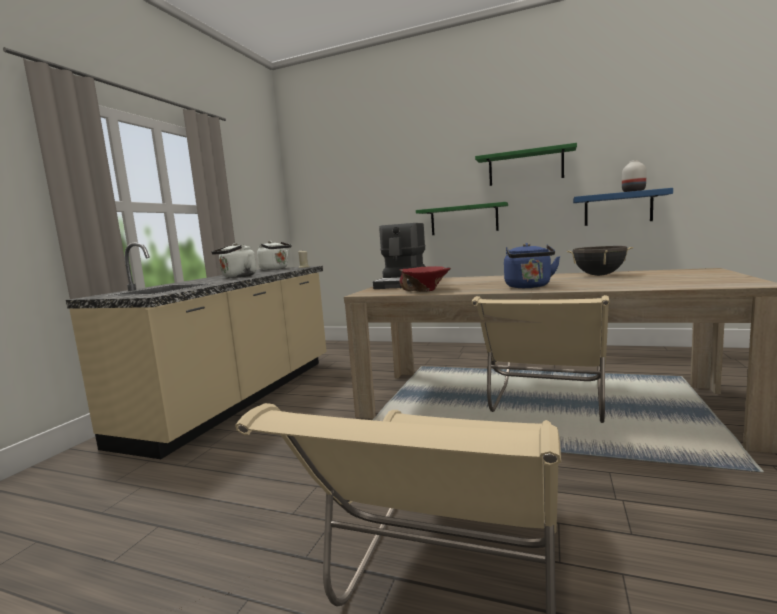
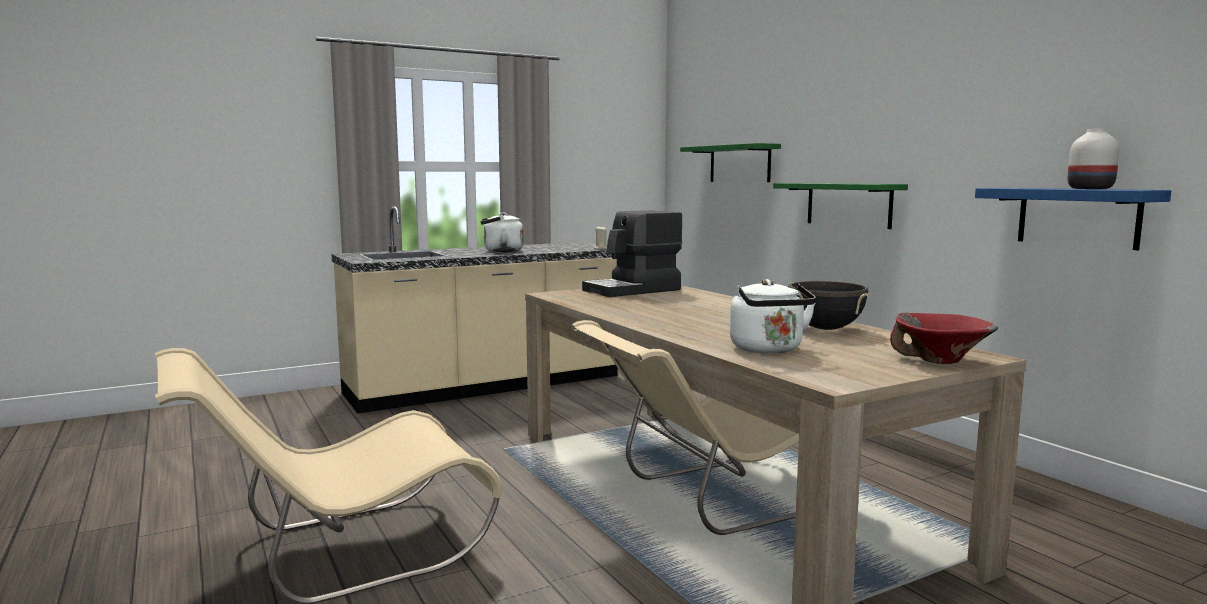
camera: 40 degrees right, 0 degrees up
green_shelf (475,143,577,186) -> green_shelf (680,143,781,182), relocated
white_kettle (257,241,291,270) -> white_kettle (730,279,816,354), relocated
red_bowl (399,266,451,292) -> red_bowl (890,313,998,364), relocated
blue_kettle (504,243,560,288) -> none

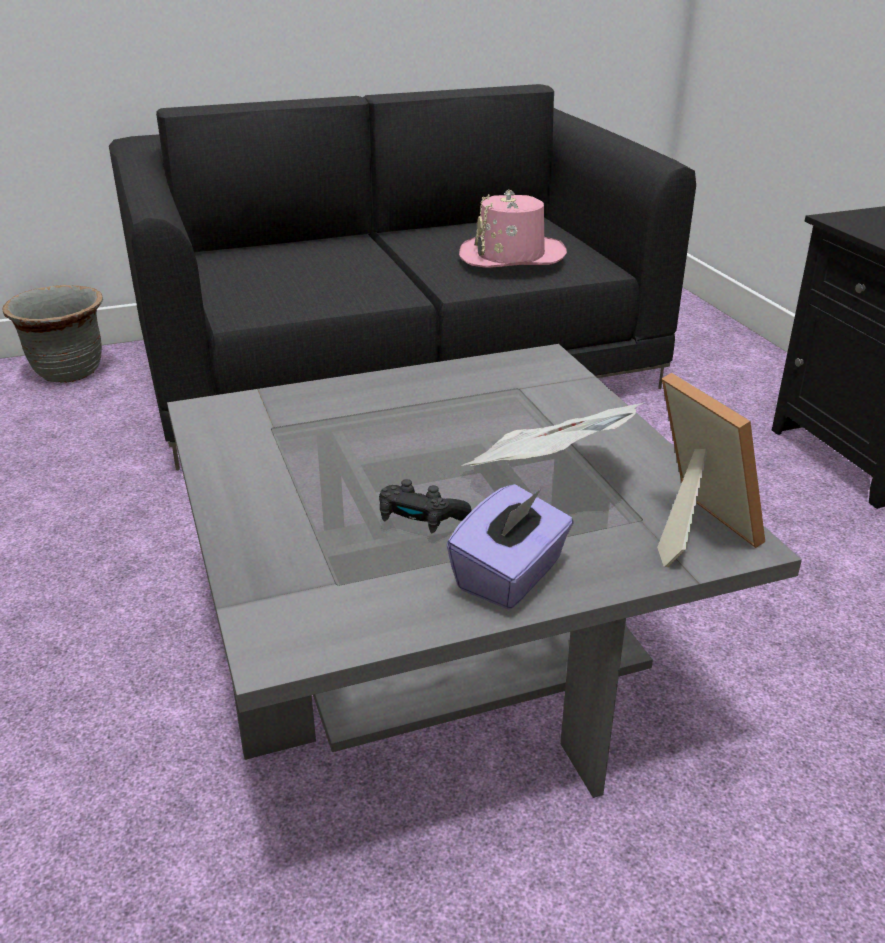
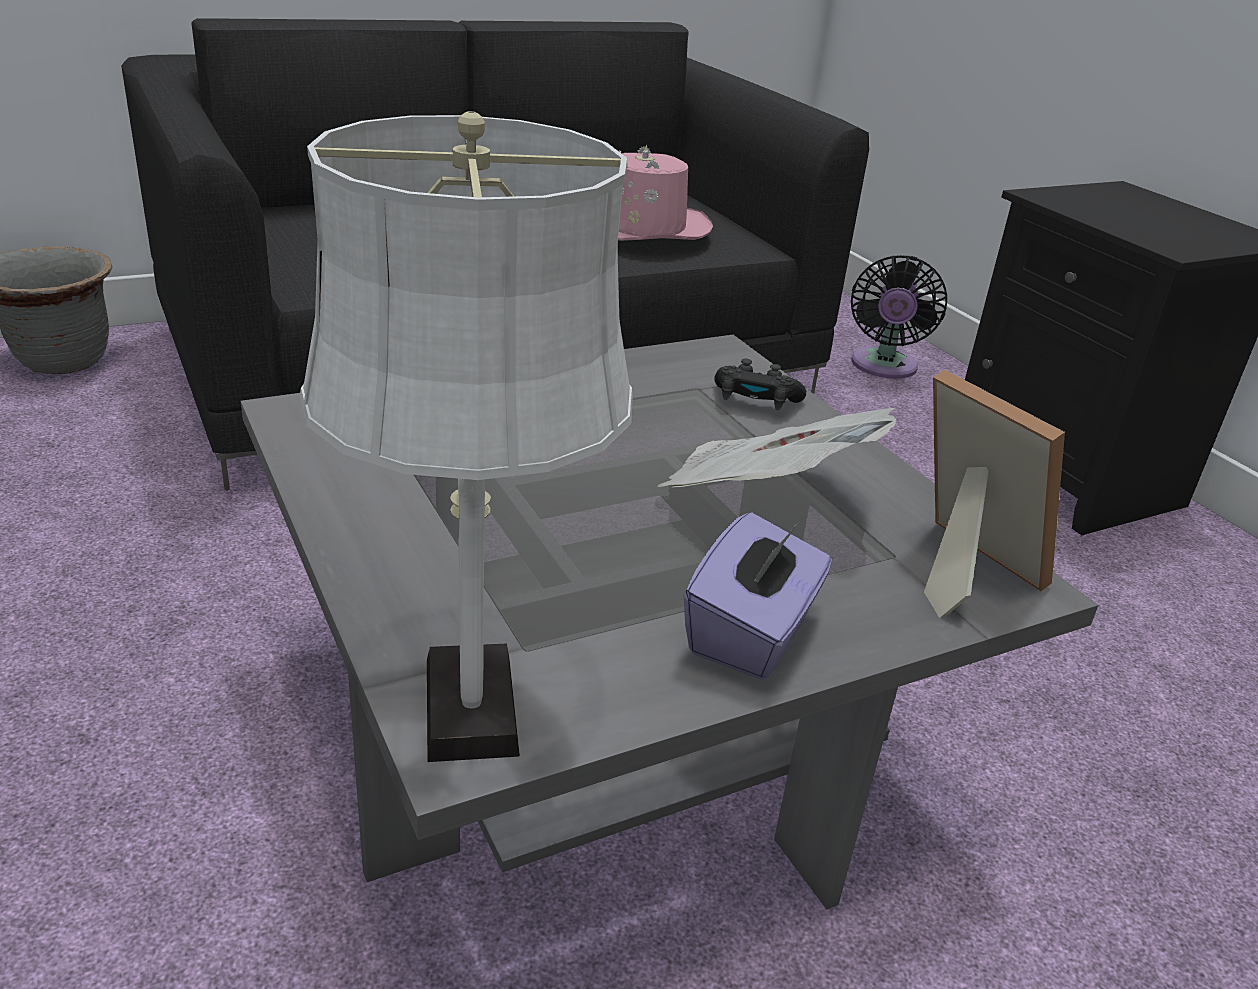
camera: 10 degrees left, 0 degrees up
none -> white_table_lamp (300,111,633,762)
black_game_controller (379,479,472,533) -> black_game_controller (714,358,806,411), relocated
none -> black_fan (851,255,947,379)

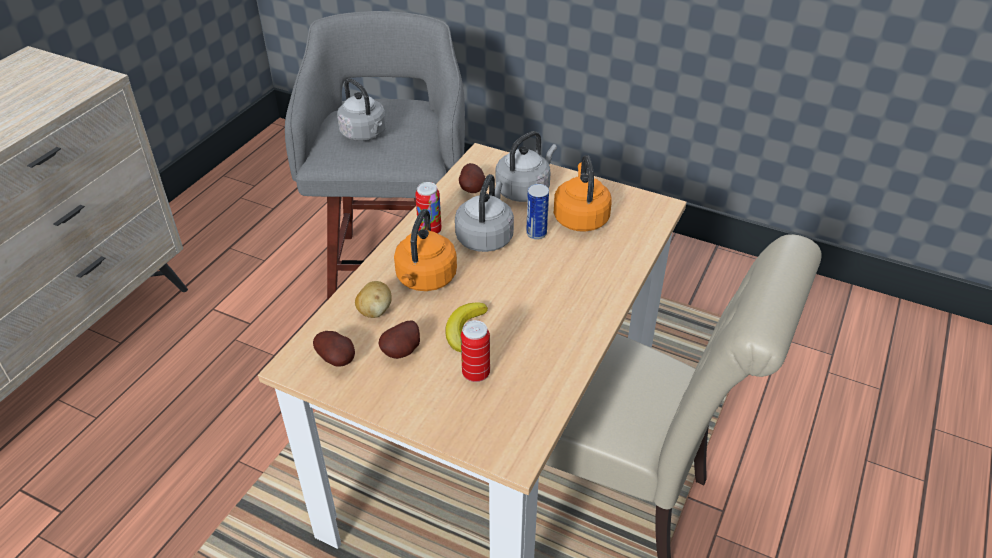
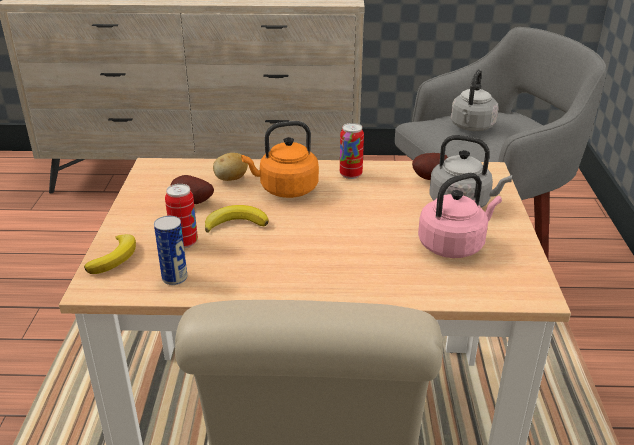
camera: 65 degrees right, 10 degrees down
none -> banana (84,234,136,274)
can (526,184,549,240) -> can (154,216,187,285), relocated
orange_kettle (554,155,612,232) -> pink_kettle (418,173,502,258)
potato (313,331,355,367) -> none
grey_kettle (455,174,514,252) -> none

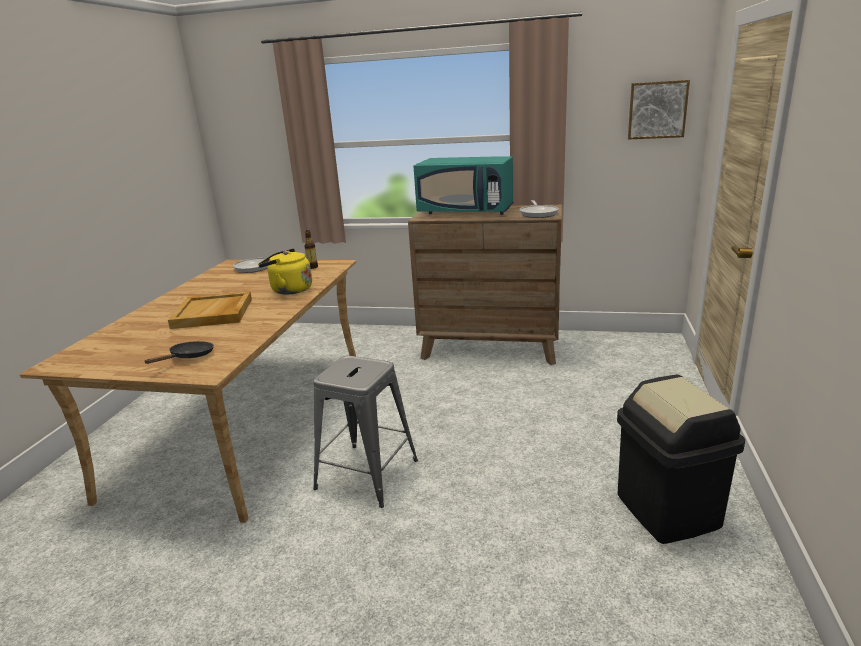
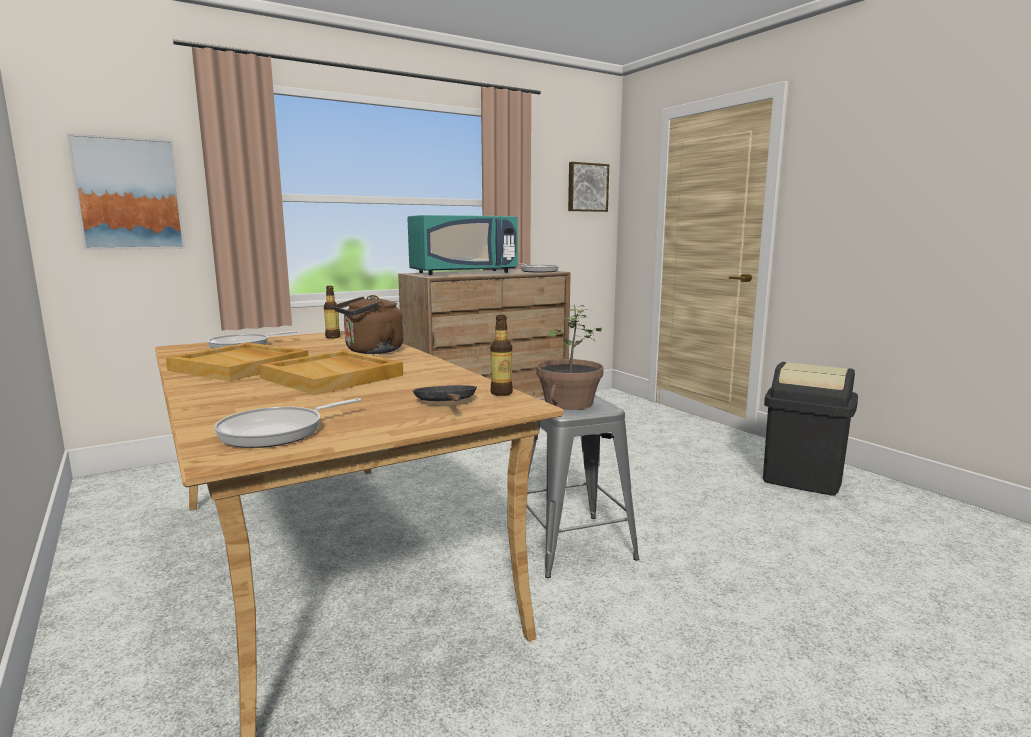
camera: 45 degrees left, 10 degrees down
none -> picture (66,133,185,250)
none -> beige_tray (166,343,308,381)
none -> frying_pan (214,398,362,448)
yellow_kettle (258,248,312,295) -> brown_kettle (334,295,403,354)
none -> bottle (491,315,513,396)
none -> potted_plant (536,304,604,410)

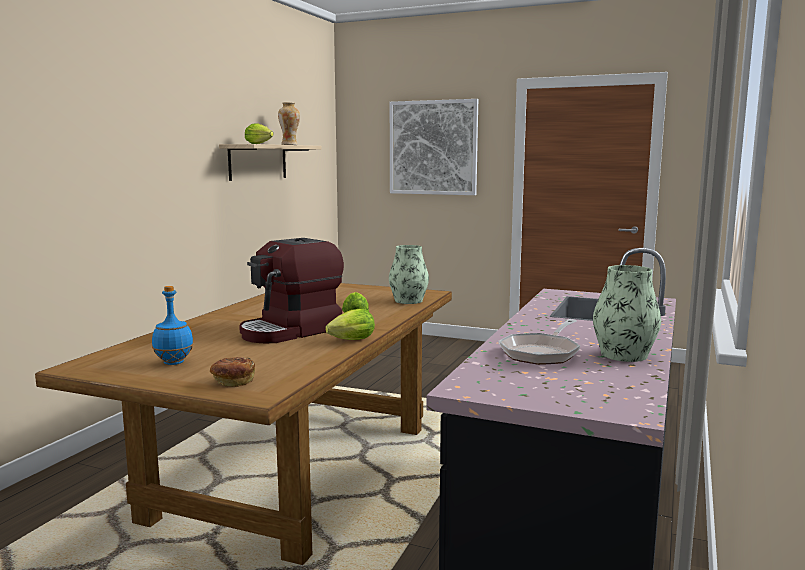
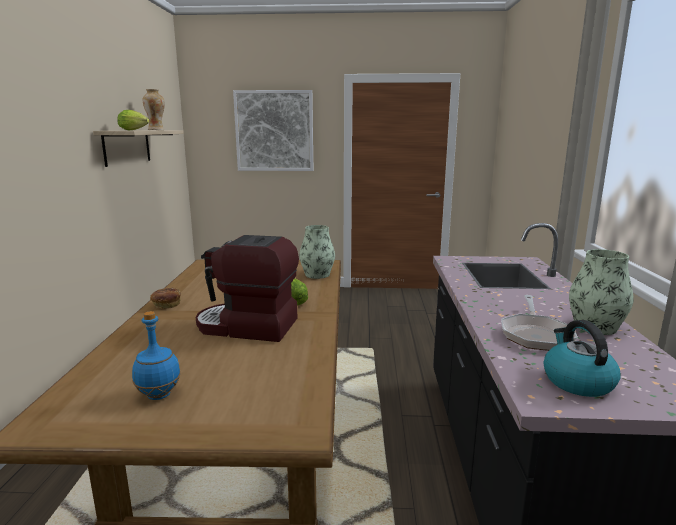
camera: 20 degrees left, 5 degrees up
bread (209,357,255,387) -> bread (150,288,181,309), relocated
coffee_machine (239,238,344,343) -> coffee_machine (196,235,299,342), 75 degrees clockwise
none -> kettle (544,320,621,397)
lettuce (325,309,375,340) -> none

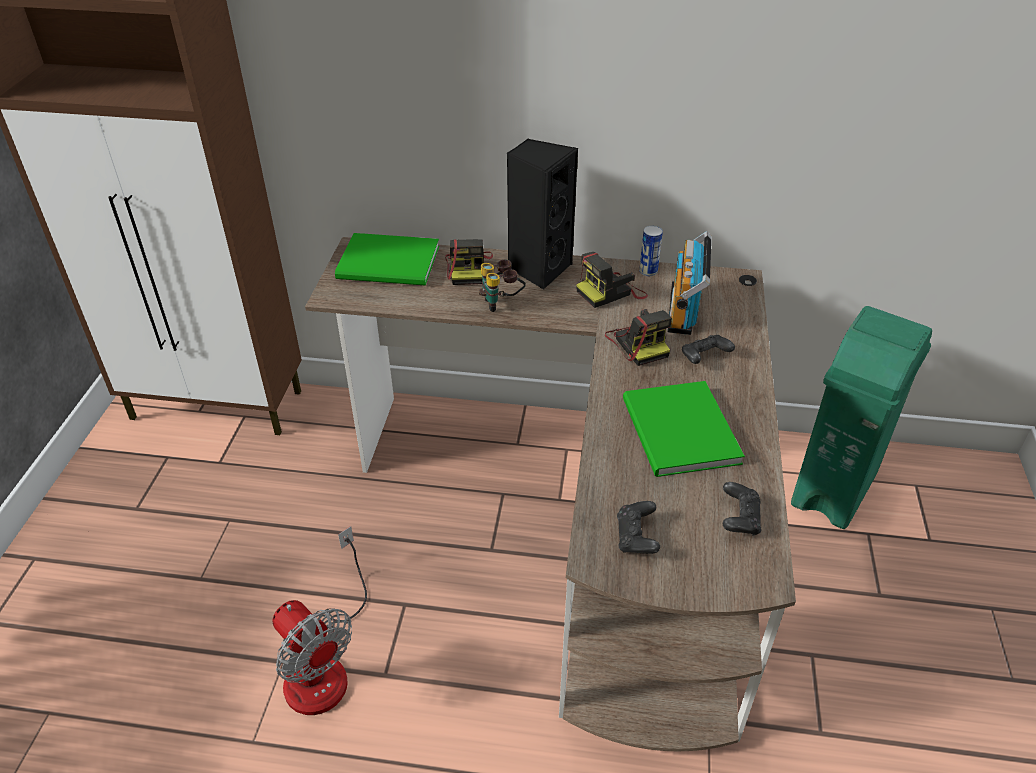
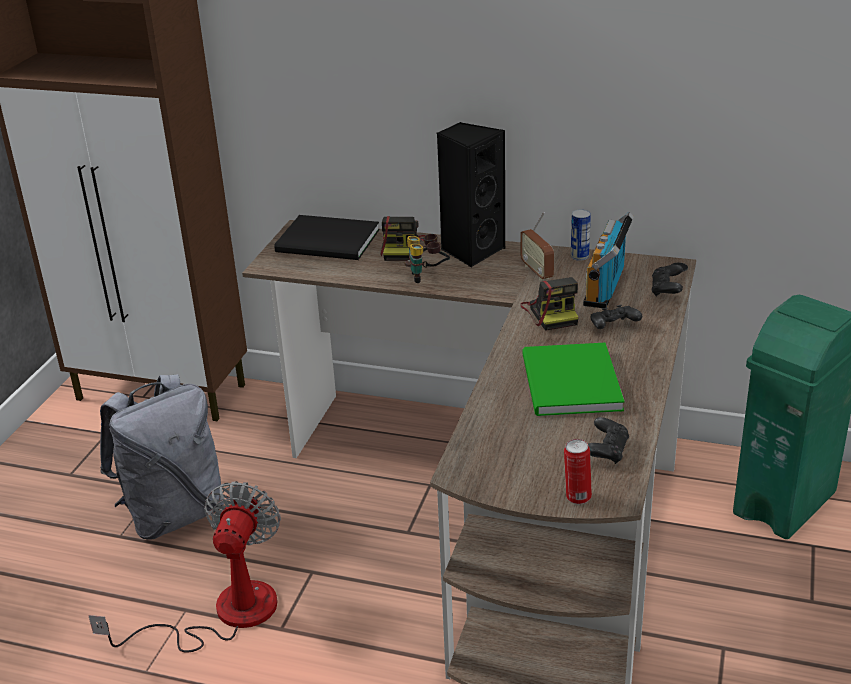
camera: 10 degrees right, 10 degrees down
fan (272,526,367,715) -> fan (88,481,281,653), 135 degrees counterclockwise
none -> grey_backpack (100,374,224,540)
green_book (335,233,439,286) -> black_book (274,215,379,260)
photo_camera (576,252,648,308) -> radio (520,212,554,281)
none -> can (564,439,592,504)
black_game_controller (617,501,660,554) -> black_game_controller (651,265,683,297), relocated

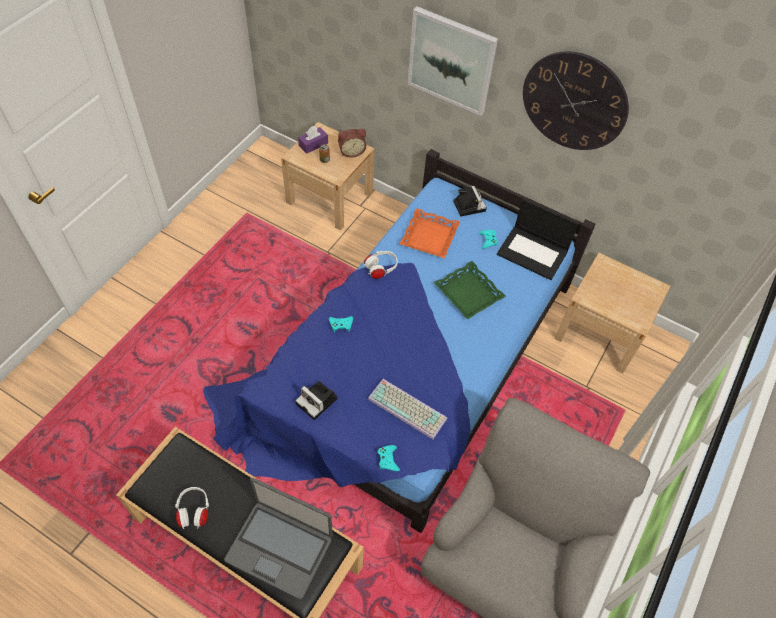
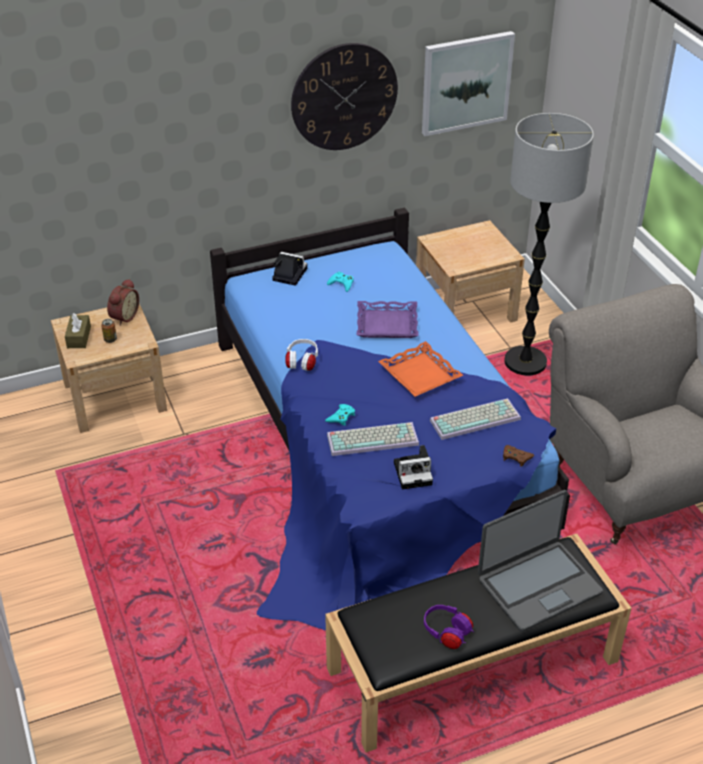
camera: 50 degrees left, 15 degrees down
purple_tissue_box (298,126,328,154) -> brown_tissue_box (65,313,91,348)
none -> keyboard (327,422,419,456)
green_tray (434,261,506,320) -> purple_tray (357,301,419,338)
orange_tray (400,208,460,258) -> orange_tray (378,341,463,397), relocated
picture (408,7,498,116) -> picture (422,31,515,136), relocated
white_headphones (175,487,209,529) -> purple_headphones (424,605,474,649)
turquoise_game_controller (377,445,400,471) -> brown_game_controller (503,445,534,467)
none -> floor_lamp (504,113,594,376)
laptop (497,199,579,280) -> none

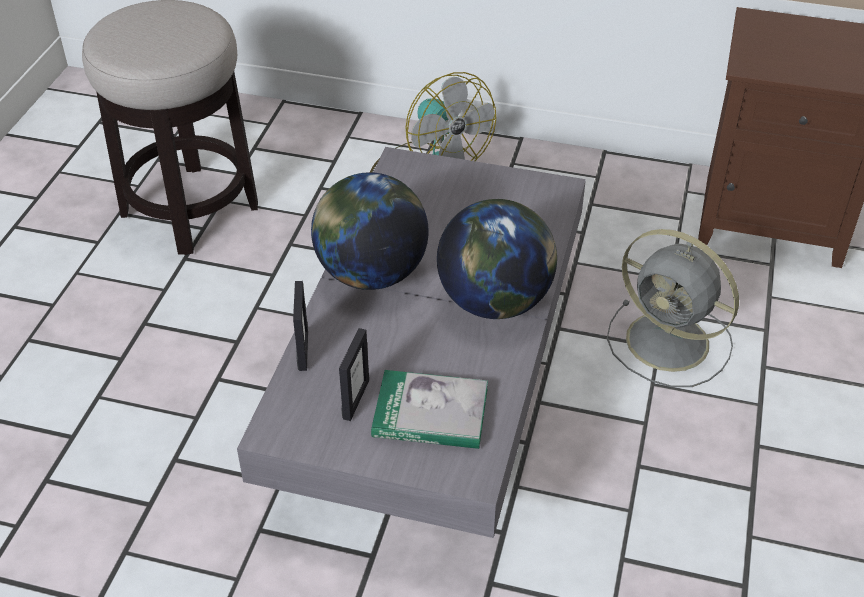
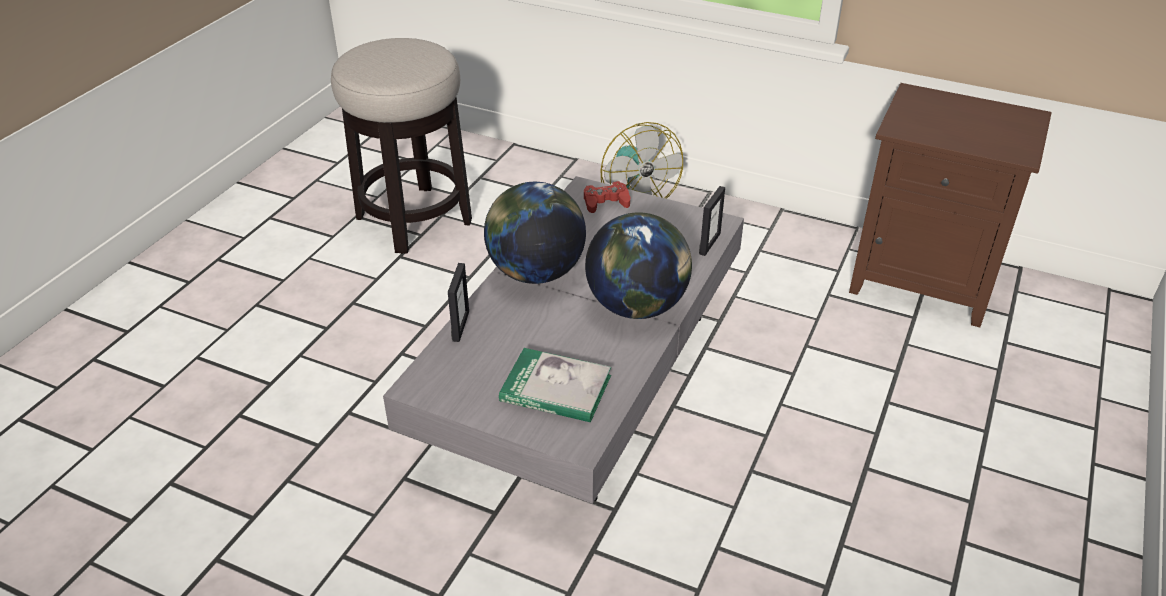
camera: 10 degrees right, 5 degrees down
none -> red_game_controller (584,181,630,213)
picture_frame (339,328,369,421) -> picture_frame (699,186,725,256), relocated
grey_fan (607,229,739,387) -> none

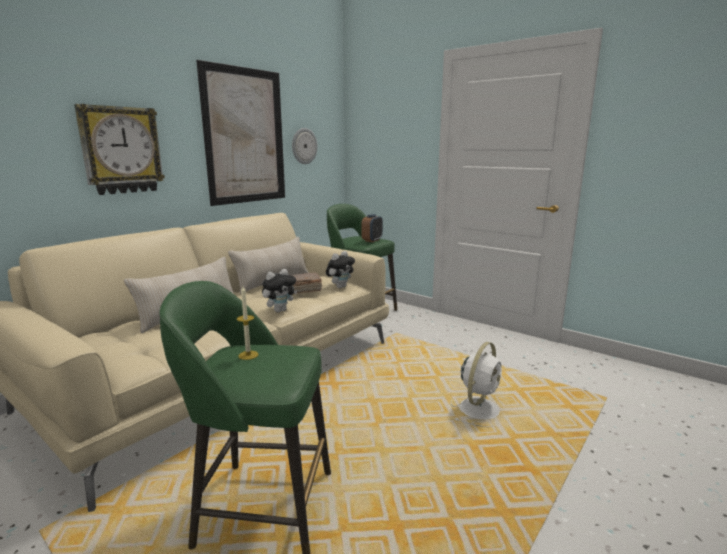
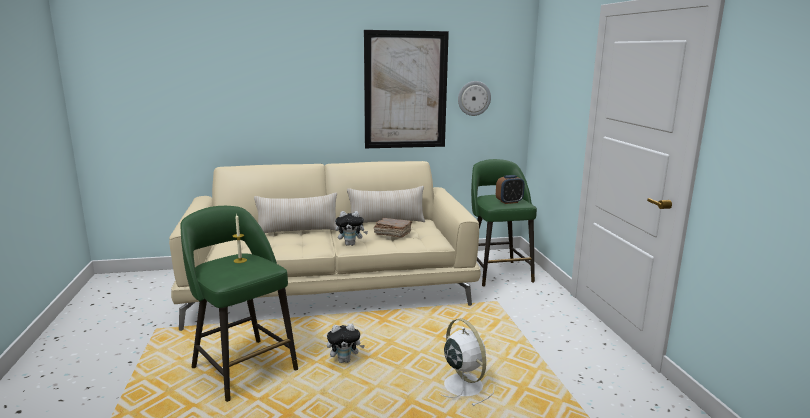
camera: 40 degrees right, 0 degrees up
plush_toy (326,251,355,288) -> plush_toy (327,324,365,363), relocated
white_fan (451,342,502,427) -> white_fan (439,319,494,406), 105 degrees counterclockwise
wall_clock (74,104,165,195) -> none

